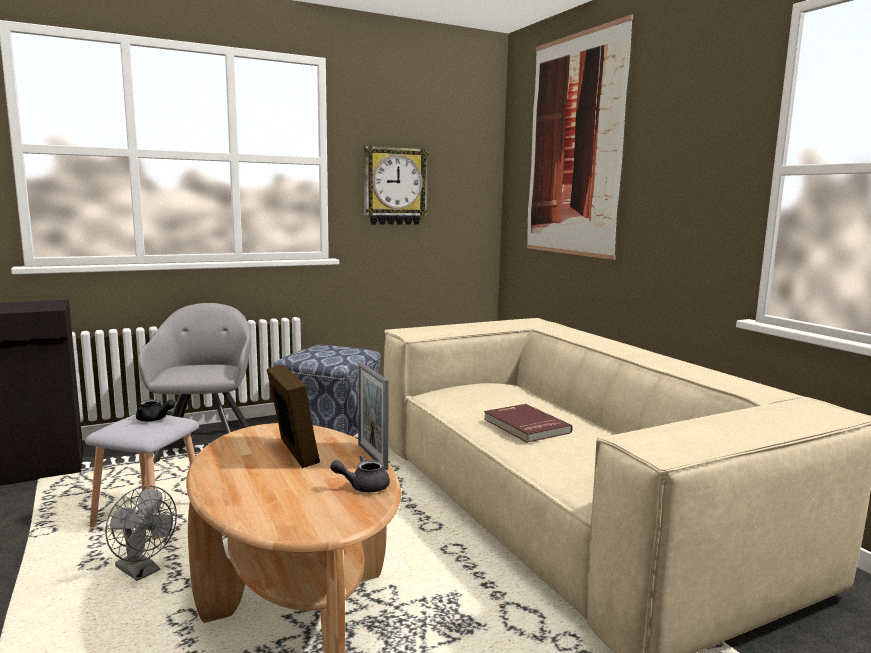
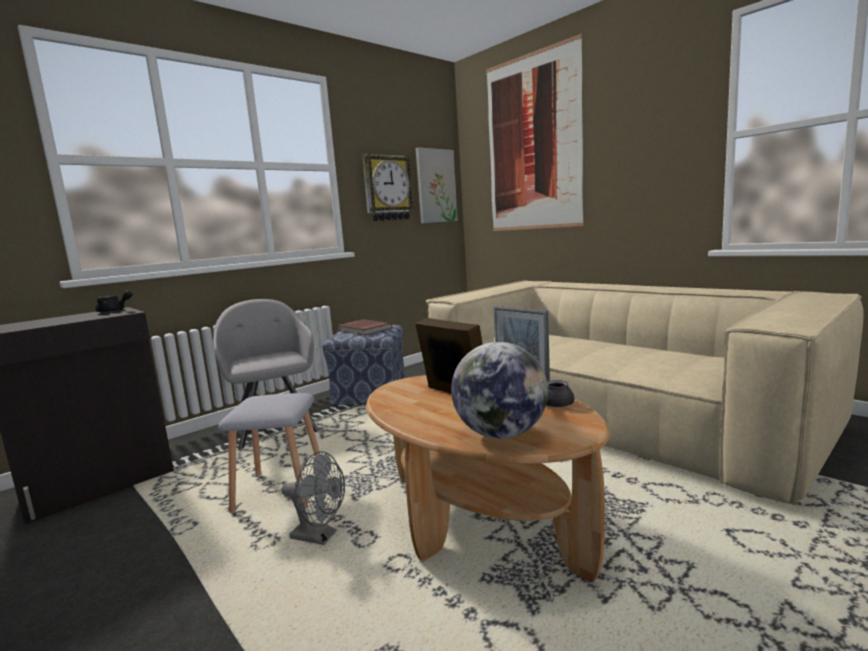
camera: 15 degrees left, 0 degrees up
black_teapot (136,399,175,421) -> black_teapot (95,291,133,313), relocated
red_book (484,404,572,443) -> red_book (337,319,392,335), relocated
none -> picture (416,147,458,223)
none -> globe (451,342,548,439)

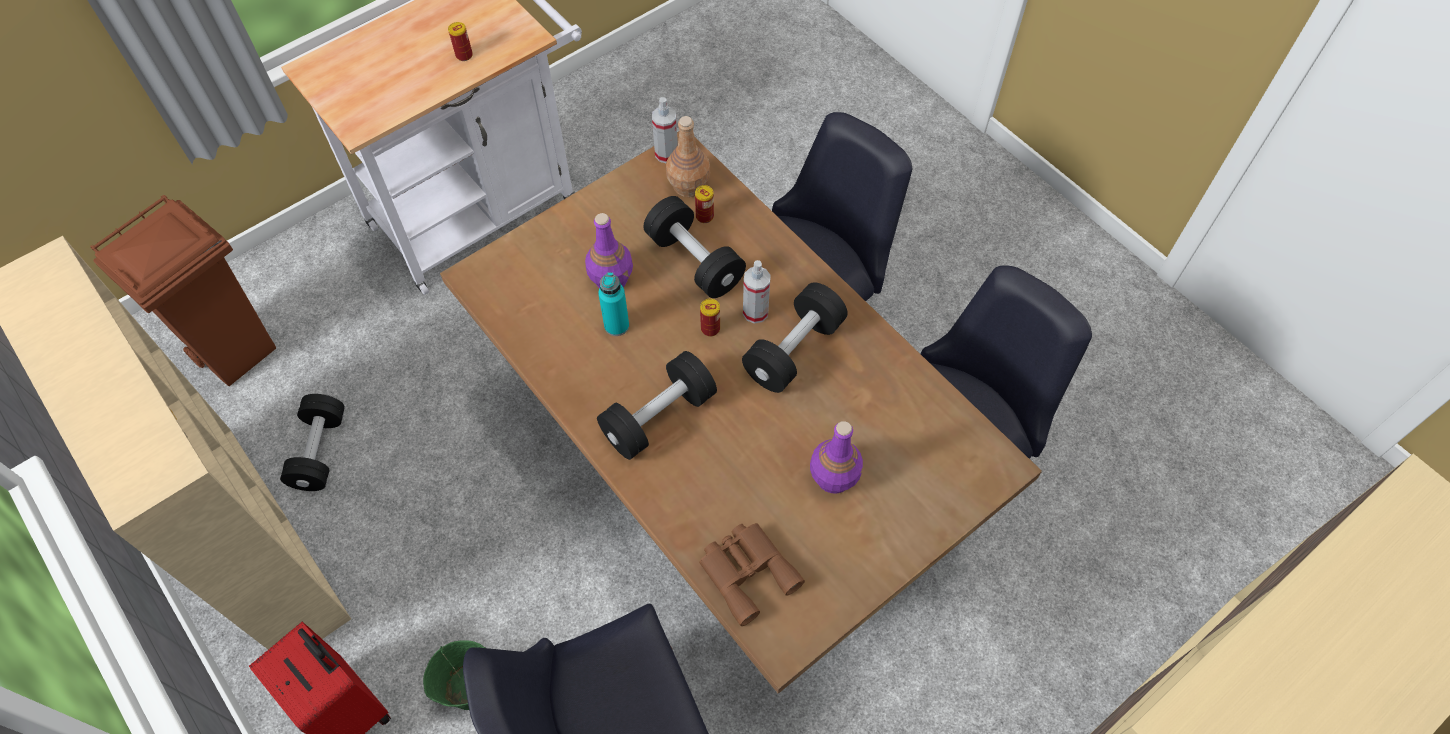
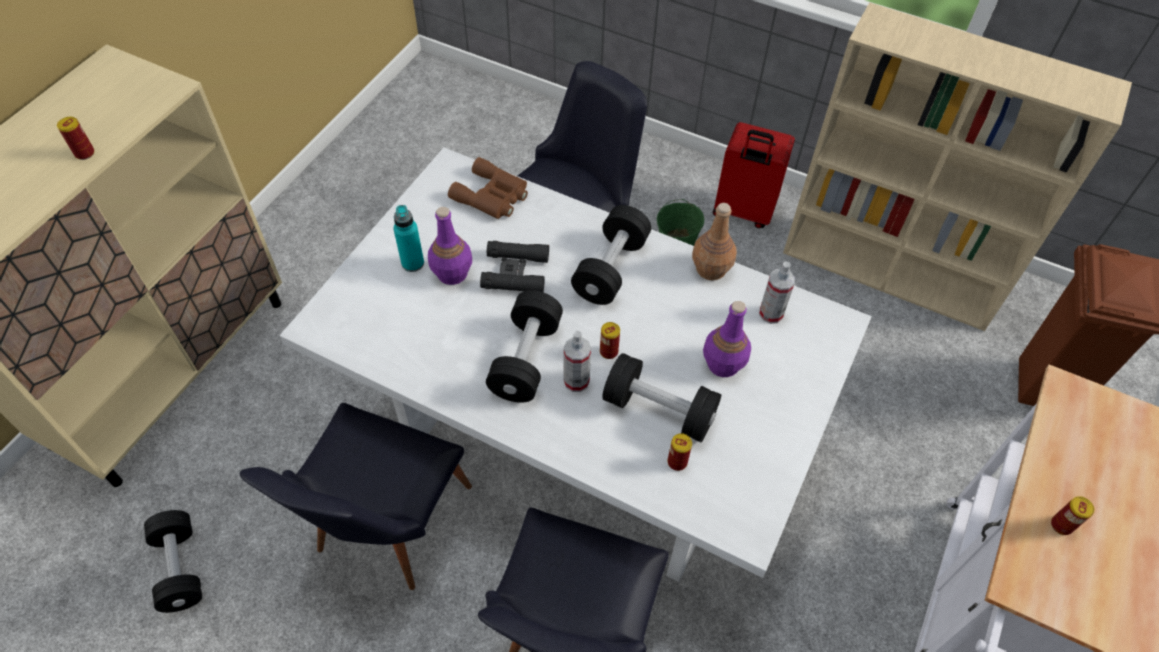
camera: 155 degrees right, 5 degrees down
none -> can (57,117,94,160)
black_dumbbell (280,394,345,491) -> black_dumbbell (144,510,202,613), relocated
brown_dining_table (440,131,1042,694) -> white_dining_table (279,147,872,582)
turquoise_bottle (598,272,629,336) -> turquoise_bottle (393,205,424,272), relocated
none -> black_binoculars (480,241,549,292)
brown_bottle (666,116,710,197) -> brown_bottle (692,203,737,280), relocated
spray_bottle (652,97,678,163) -> spray_bottle (759,262,795,324), relocated

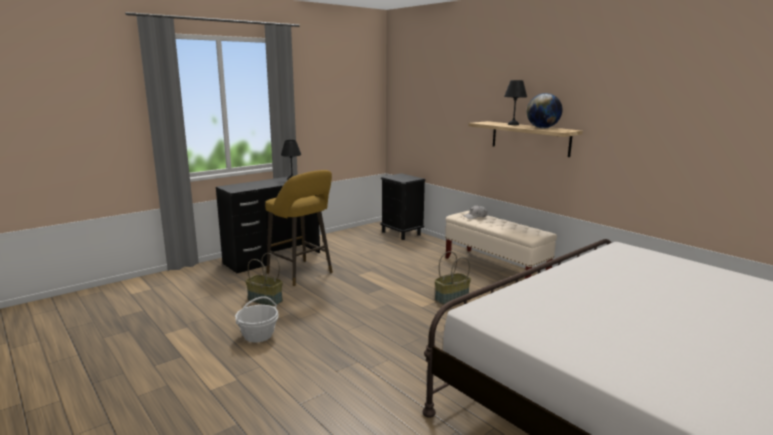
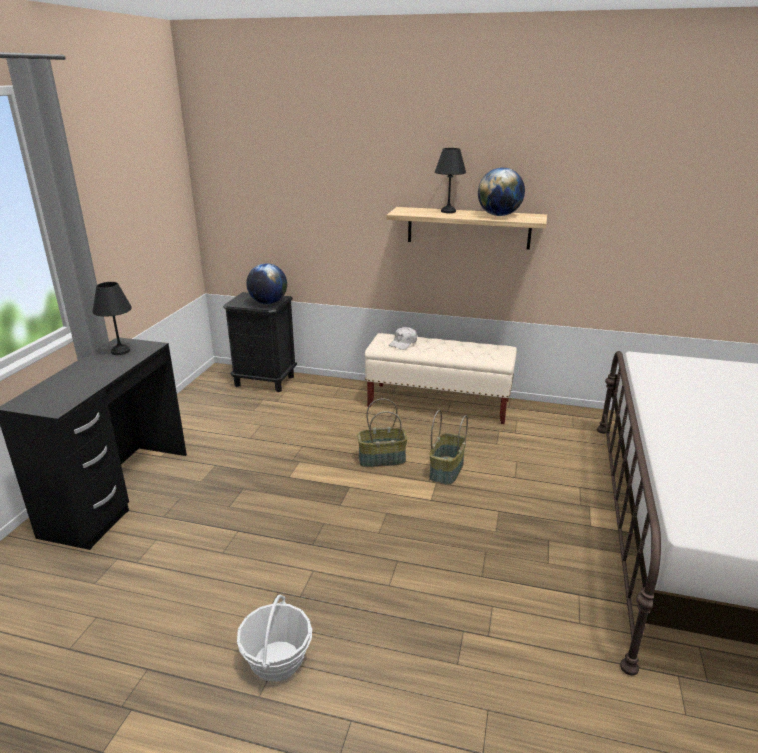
camera: 35 degrees left, 10 degrees up
none -> globe (246,263,287,304)
basket (245,253,283,306) -> basket (357,398,408,467), relocated
yellow_stool (265,170,333,286) -> none

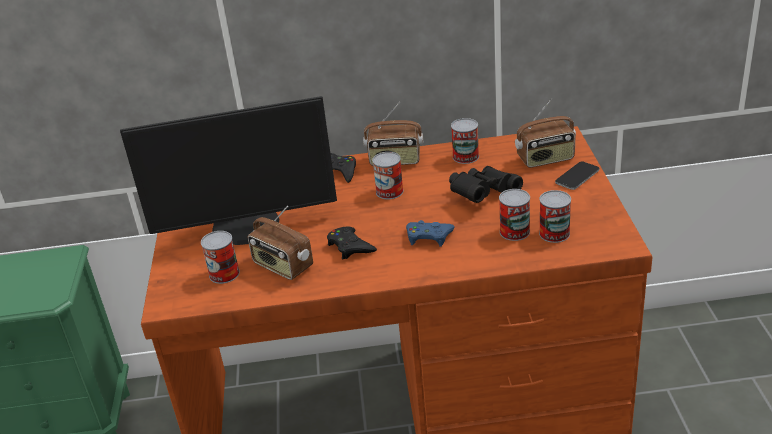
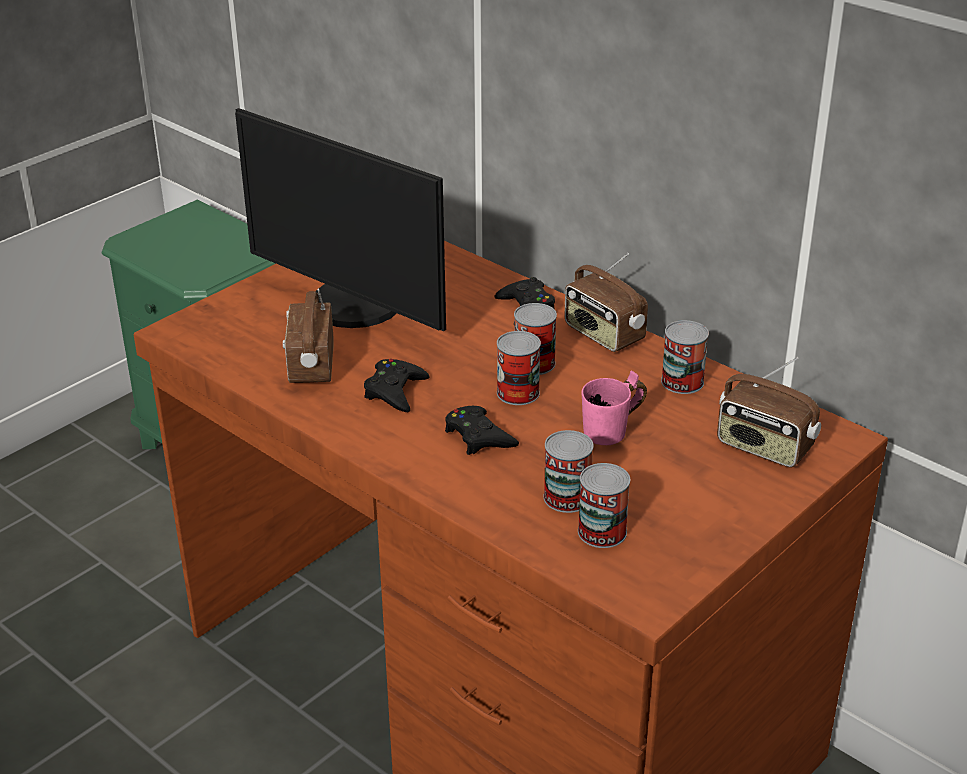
camera: 45 degrees right, 0 degrees up
blue_game_controller (406,220,455,247) -> black_game_controller (445,406,519,455)
can (201,231,240,284) -> can (497,331,541,405), relocated
black_binoculars (449,166,523,203) -> pink_mug (582,371,647,445)
phone (555,162,600,190) -> none

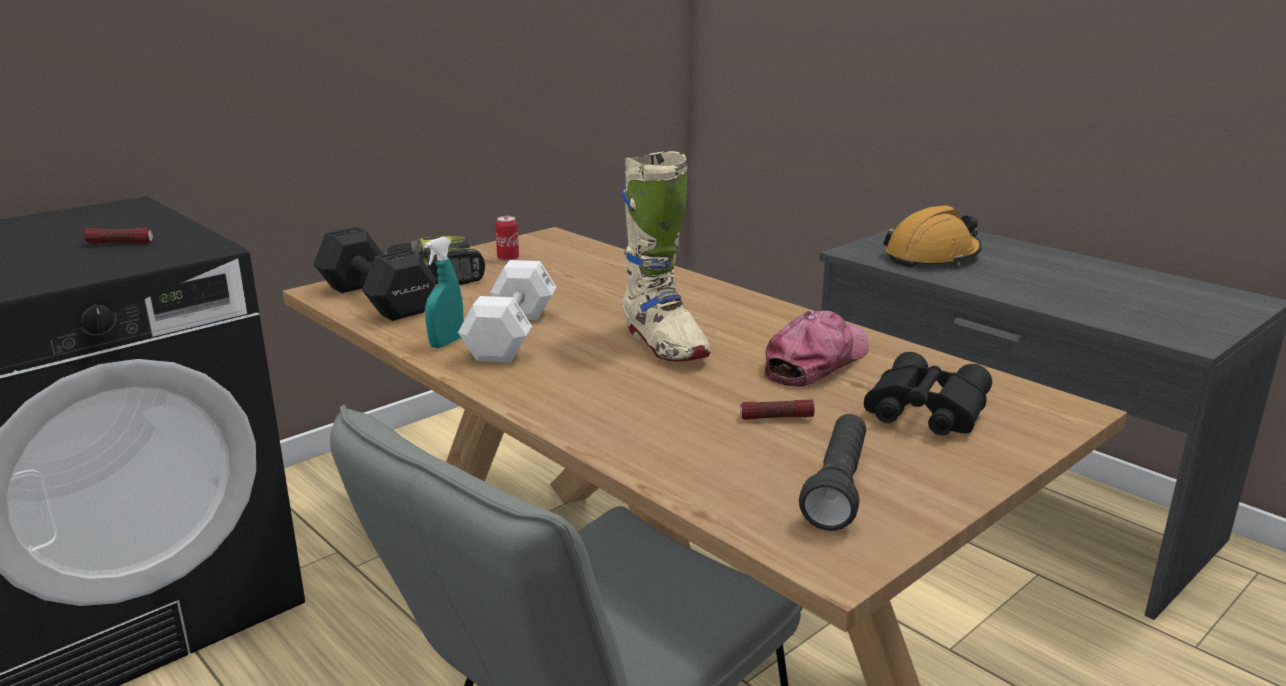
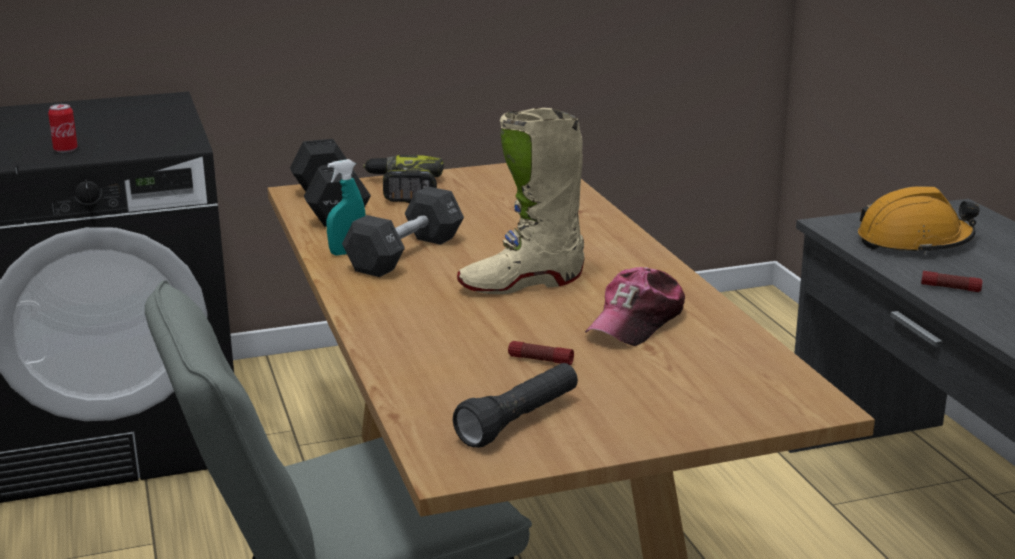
camera: 25 degrees right, 0 degrees up
can (495,216,519,261) -> can (48,104,78,153), relocated
white_dumbbell (458,260,557,363) -> black_dumbbell (342,187,464,277)
beige_boot (622,151,711,362) -> beige_boot (457,108,585,294), 75 degrees clockwise
cap (763,310,869,387) -> cap (585,267,685,346), 150 degrees clockwise
flashlight (84,228,153,243) -> flashlight (921,271,983,292), relocated
black_binoculars (864,352,992,436) -> none

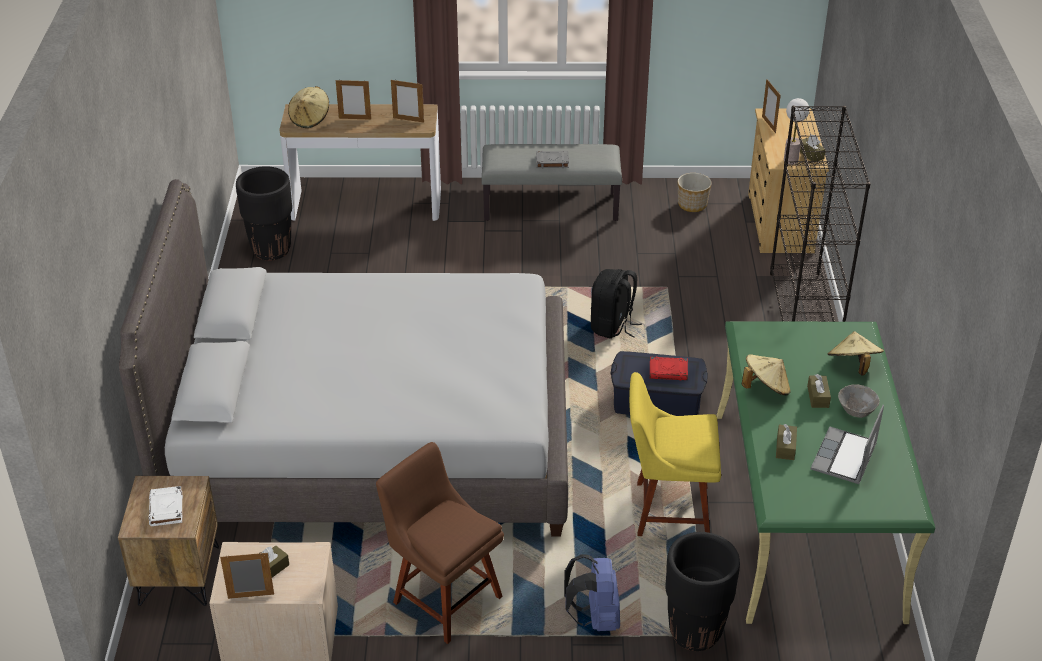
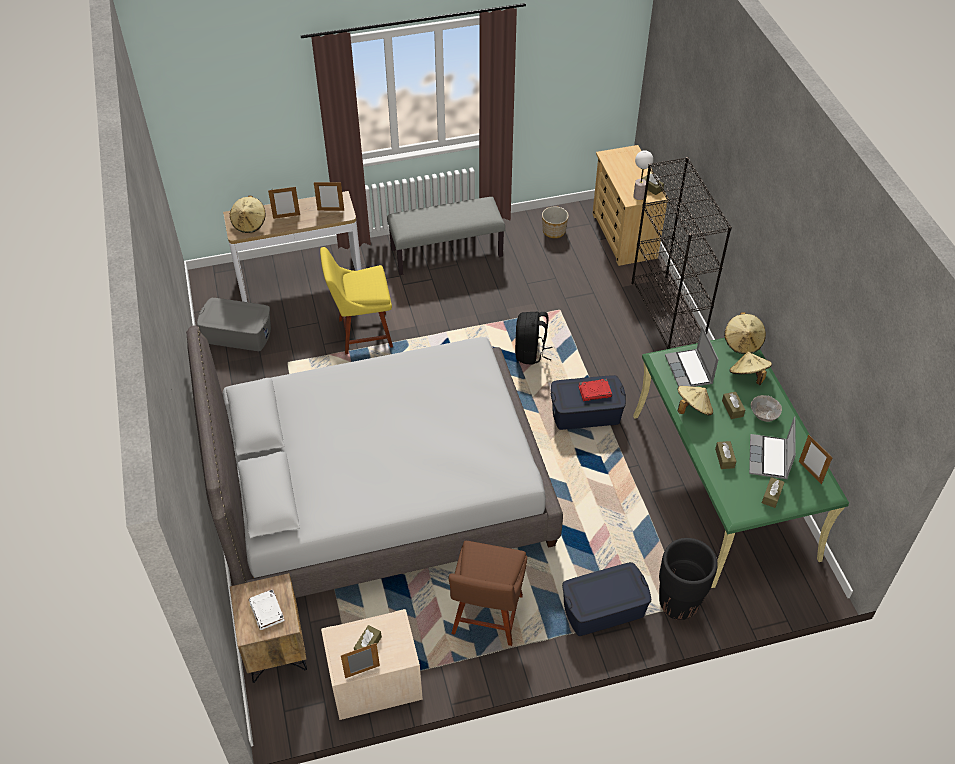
camera: 15 degrees left, 10 degrees up
black_planter (236,166,292,261) -> grey_storage_box (197,298,271,351)
yellow_chair (629,372,721,536) -> yellow_chair (320,247,393,355), relocated
brown_chair (376,442,504,644) -> brown_chair (449,541,527,646), 105 degrees counterclockwise
blue_backpack (564,554,620,631) -> blue_storage_box (562,562,651,636)
none -> laptop (665,326,719,387)
none -> beige_hat (724,312,766,354)
none -> brown_tissue_box (762,477,785,508)
picture_frame (762,79,781,133) -> picture_frame (799,435,832,485), relocated
grey_book (536,150,569,168) -> none

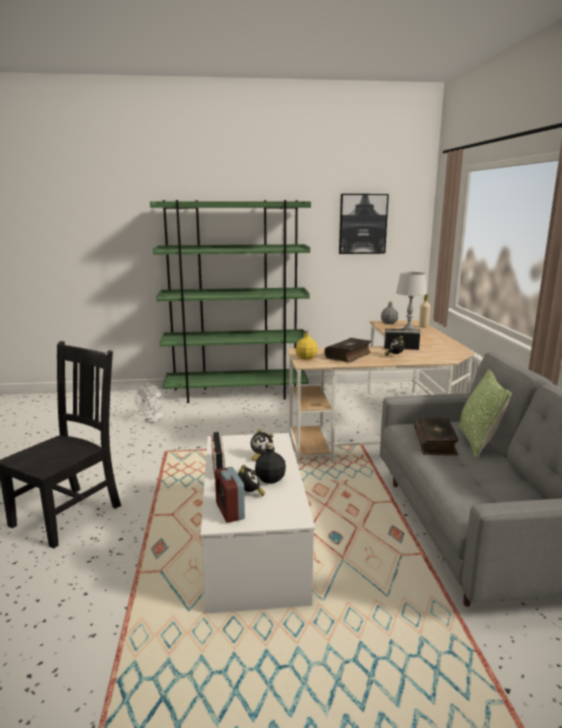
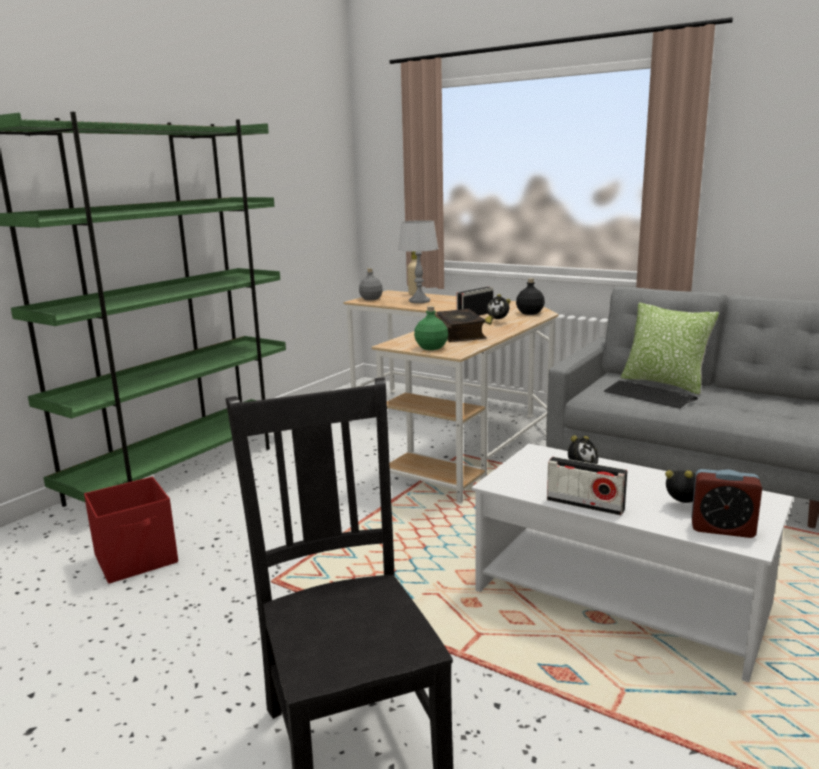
camera: 50 degrees left, 0 degrees up
white_fan (134,383,163,423) -> red_storage_box (84,477,178,584)
yellow_bottle (296,330,317,360) -> green_bottle (414,306,448,350)
black_bottle (255,443,286,484) -> black_bottle (516,278,545,315), relocated
book (414,418,459,456) -> keyboard (604,380,698,409)
picture (339,194,389,254) -> none

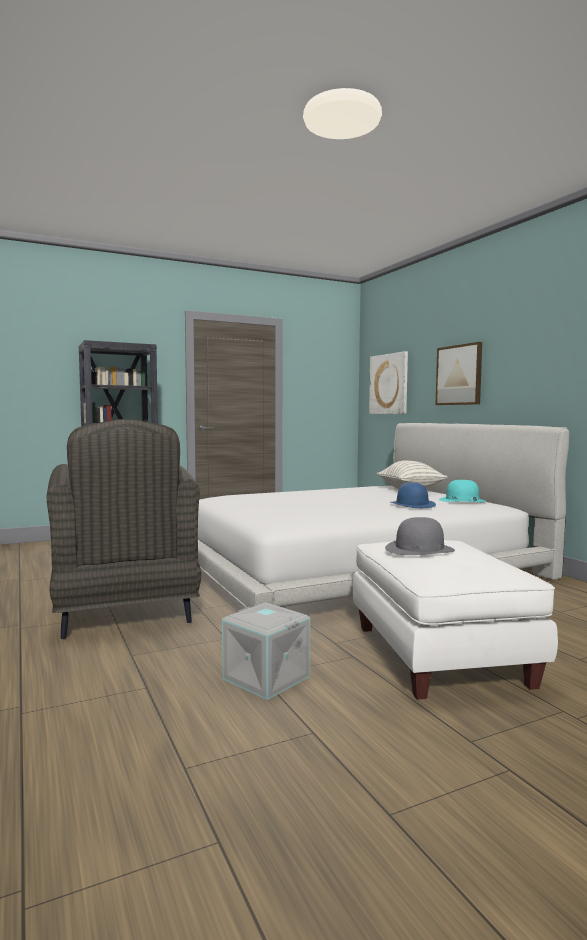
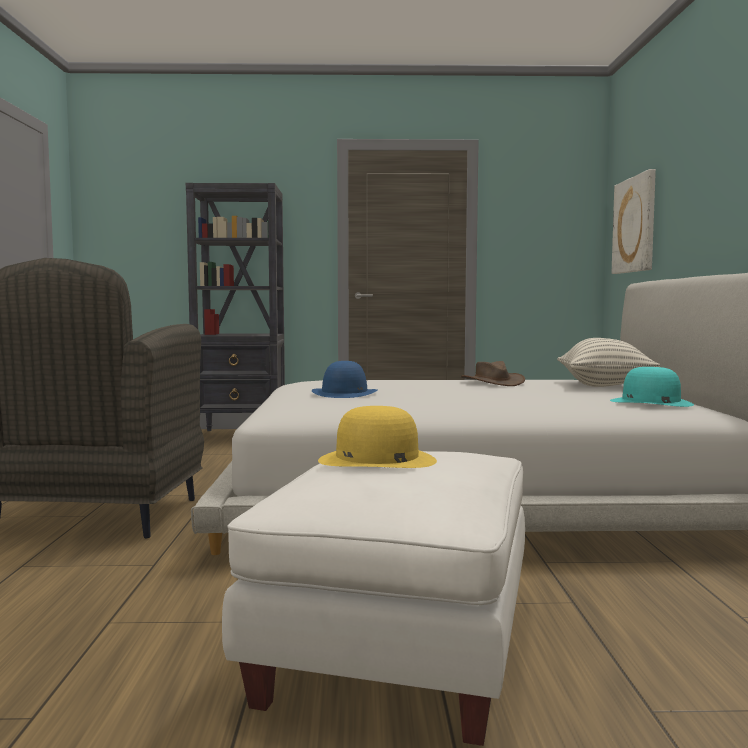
camera: 25 degrees right, 0 degrees up
blue_hat (390,482,436,508) -> blue_hat (312,361,377,398), relocated
grey_hat (385,517,455,555) -> yellow_hat (318,406,437,468)
none -> brown_hat (461,361,525,386)
grey_storage_box (222,602,310,700) -> none
picture (435,342,482,405) -> none

